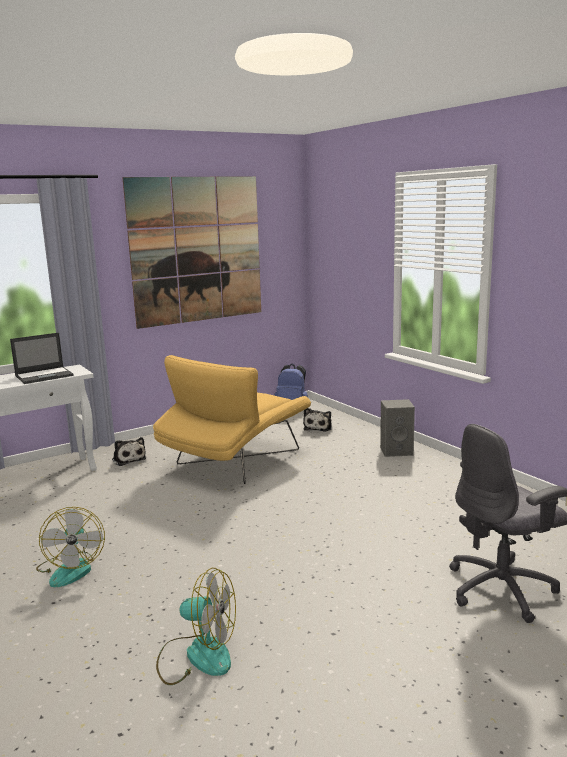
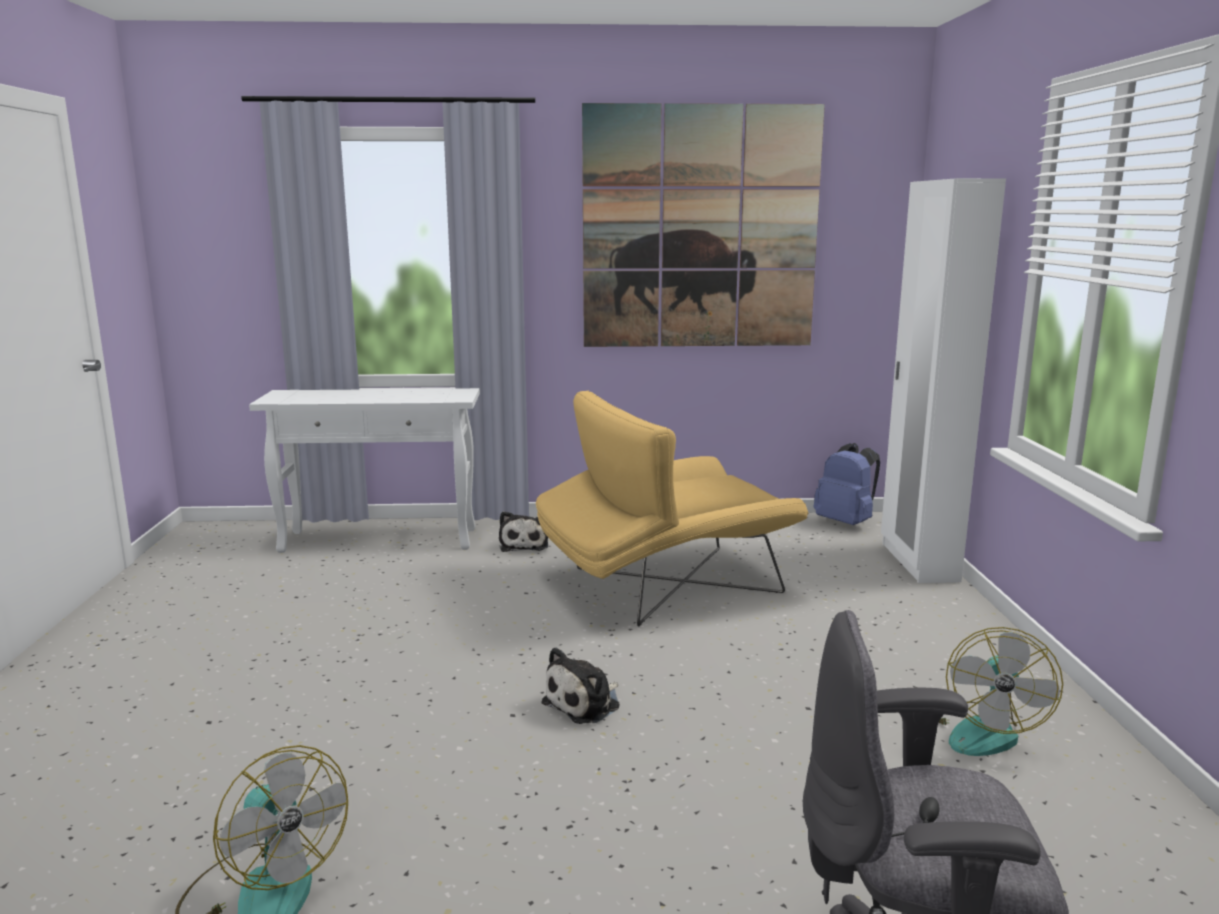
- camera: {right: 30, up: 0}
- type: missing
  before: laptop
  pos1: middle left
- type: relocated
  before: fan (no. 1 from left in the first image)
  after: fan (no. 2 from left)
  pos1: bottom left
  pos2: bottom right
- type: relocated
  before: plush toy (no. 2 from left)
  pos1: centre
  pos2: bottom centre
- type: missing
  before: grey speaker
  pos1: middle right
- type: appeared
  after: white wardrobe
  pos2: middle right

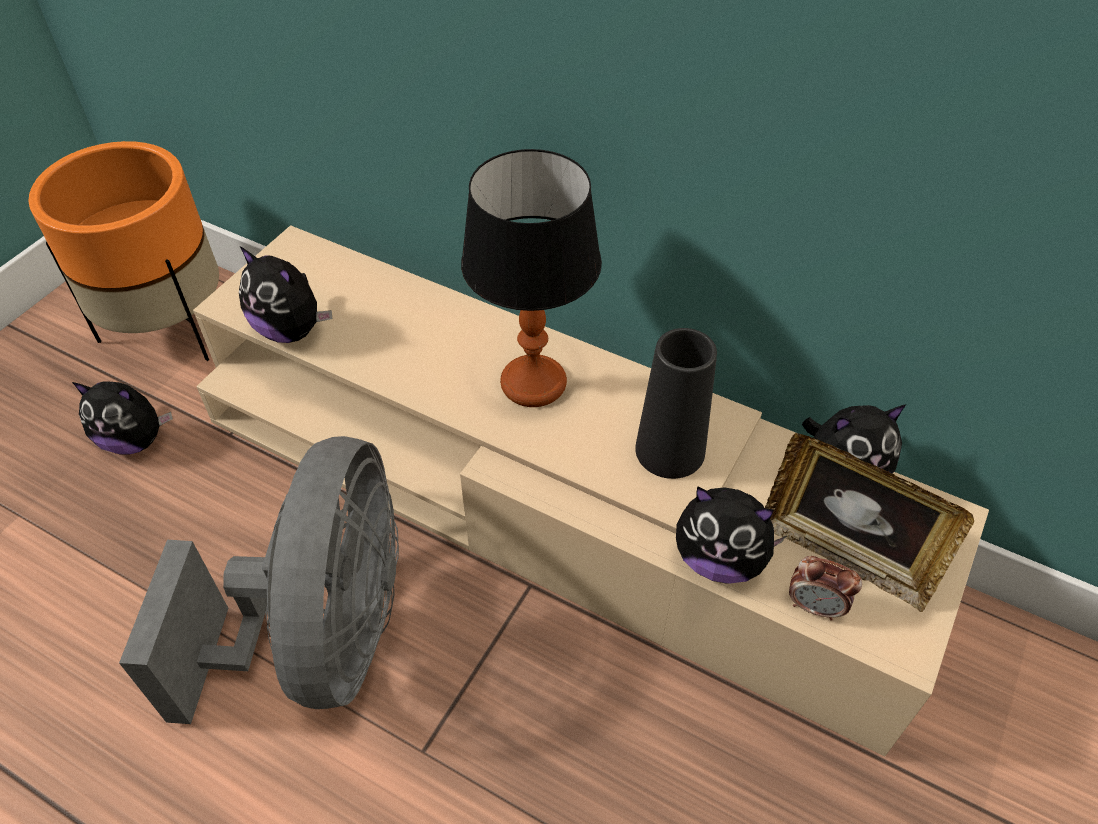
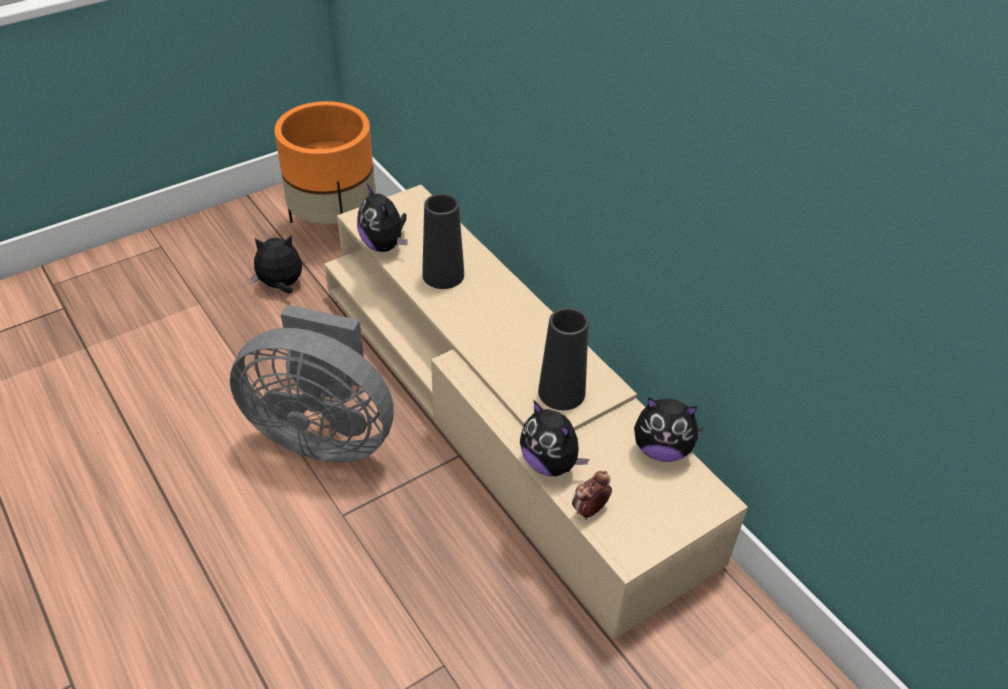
- camera: {right: 25, up: -5}
- type: spun
  before: plush toy (no. 1 from left)
  pos1: middle left
  pos2: middle left
  turn: 135
- type: spun
  before: grey fan
  pos1: bottom left
  pos2: middle left
  turn: 75
- type: missing
  before: table lamp
  pos1: centre
- type: missing
  before: picture frame
  pos1: middle right
- type: spun
  before: alarm clock
  pos1: bottom right
  pos2: bottom centre
  turn: 90
- type: appeared
  after: black vase (no. 1 from left)
  pos2: centre

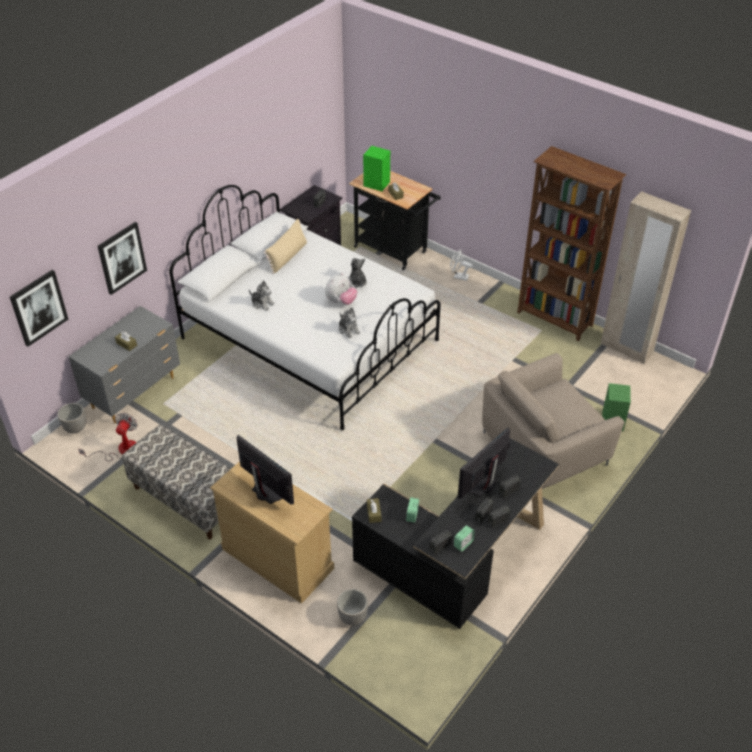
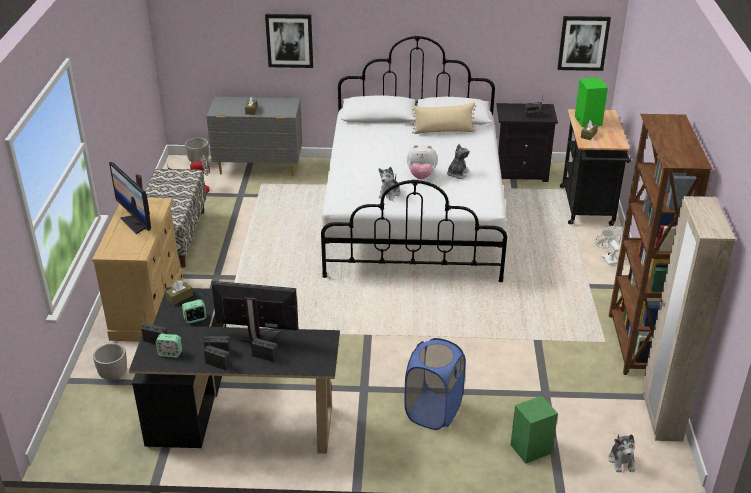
- camera: {right: 55, up: -10}
- type: relocated
  before: picture (no. 1 from left in the first image)
  after: picture (no. 2 from left)
  pos1: middle left
  pos2: top right
- type: spun
  before: monitor (no. 1 from left)
  pos1: centre
  pos2: middle left
  turn: 135
- type: relocated
  before: plush toy (no. 1 from left in the first image)
  after: plush toy (no. 4 from left)
  pos1: centre
  pos2: bottom right
- type: exchanged
  before: beige armchair
  after: blue laundry basket
  pos1: middle right
  pos2: bottom centre

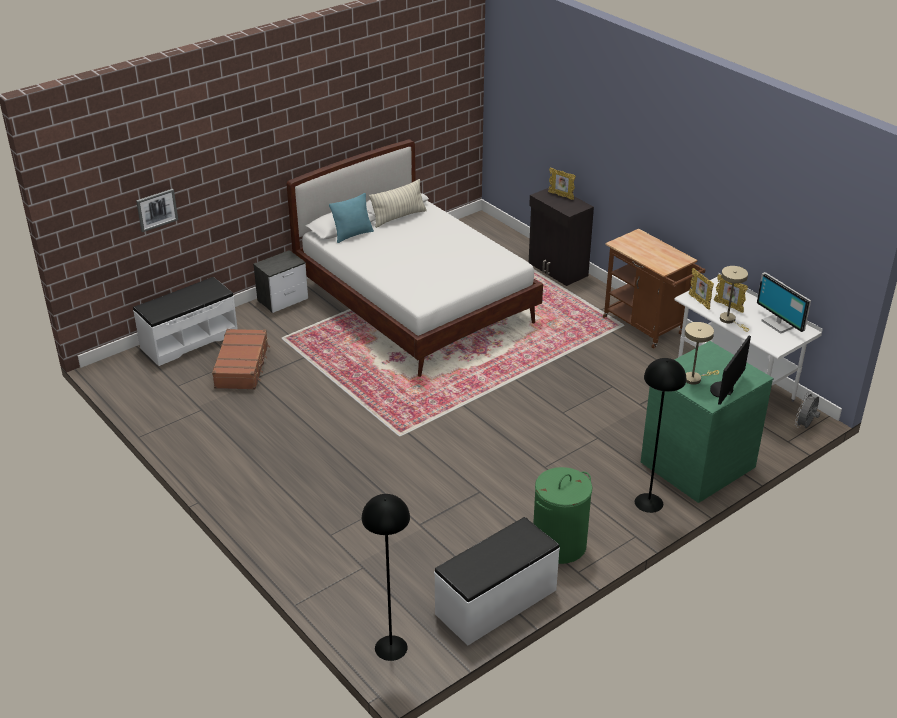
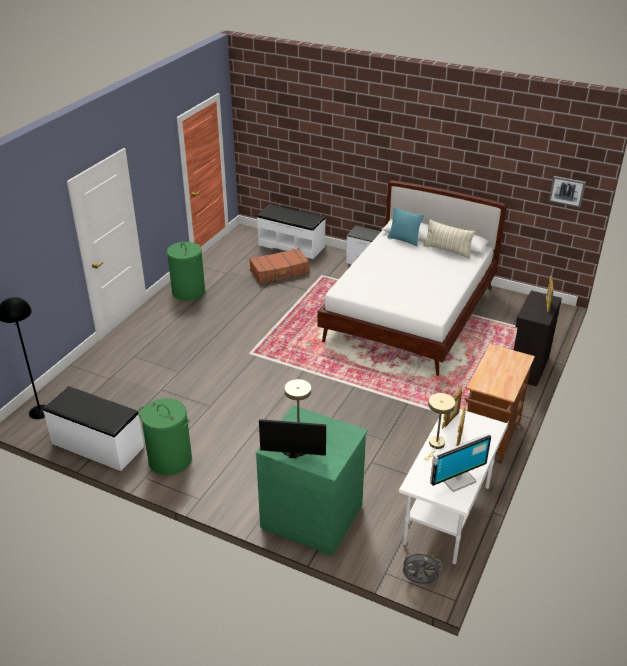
- camera: {right: 65, up: 0}
- type: relocated
  before: picture
  pos1: top left
  pos2: top right
- type: missing
  before: black floor lamp (no. 2 from left)
  pos1: middle right
- type: spun
  before: monitor (no. 2 from left)
  pos1: middle right
  pos2: bottom right
  turn: -150
- type: appeared
  after: green laundry basket (no. 2 from left)
  pos2: middle left

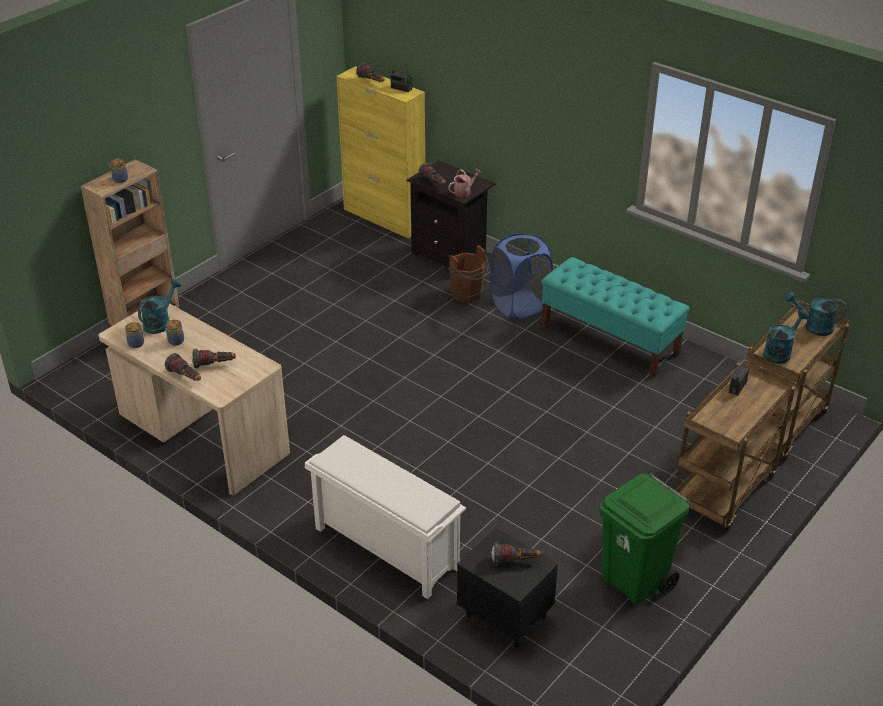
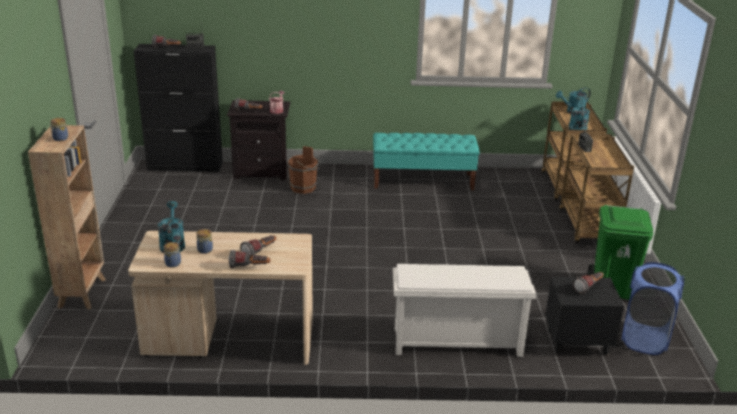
- camera: {right: -40, up: -10}
- type: colour
  before: yellow cabinet
  after: black cabinet
  pos1: top centre
  pos2: top left
- type: relocated
  before: blue laundry basket
  pos1: centre
  pos2: bottom right

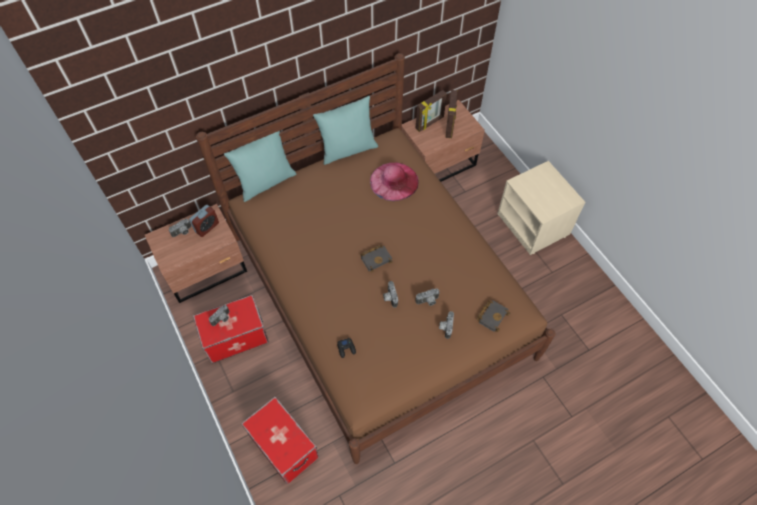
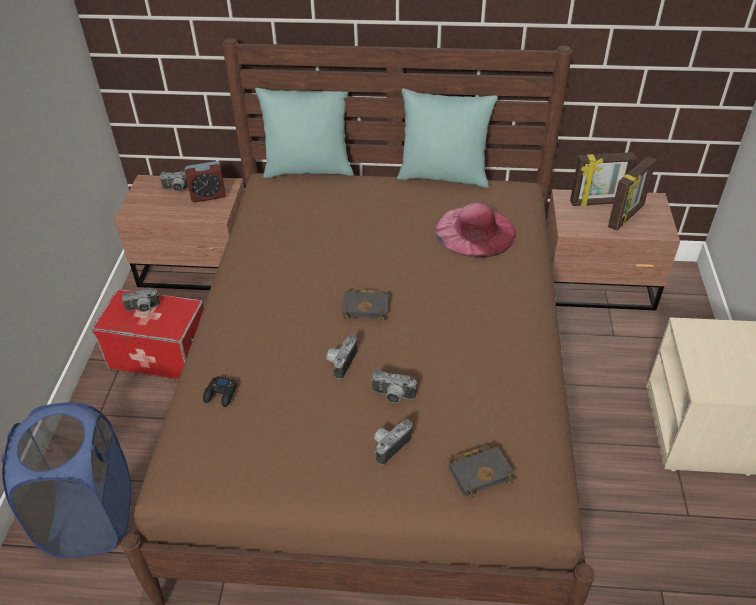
- camera: {right: 35, up: -15}
- type: exchanged
  before: storage box (no. 2 from left)
  after: blue laundry basket
  pos1: bottom centre
  pos2: bottom left

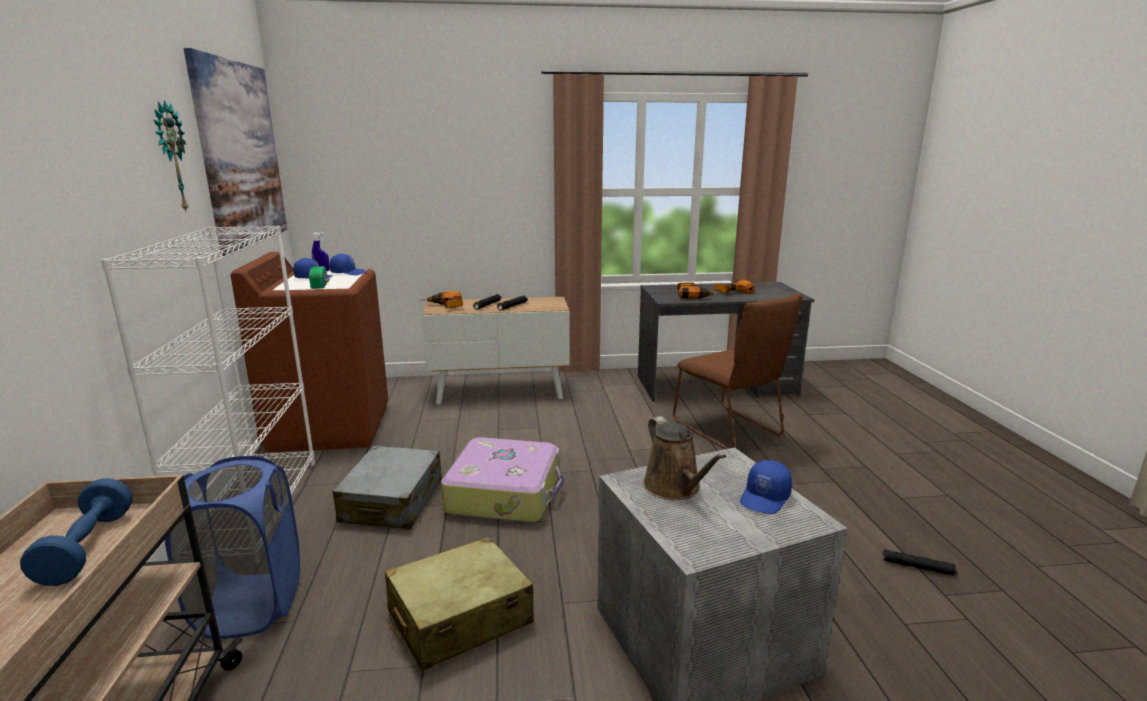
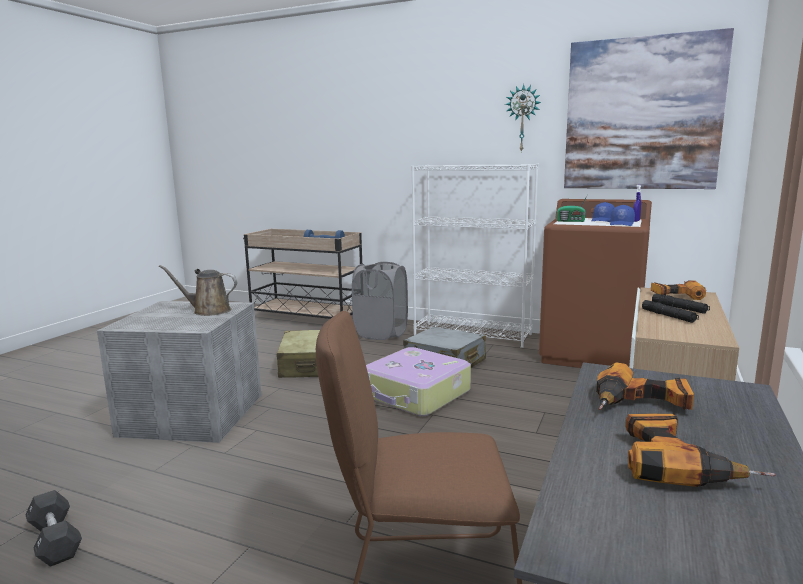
- camera: {right: 120, up: -5}
- type: colour
  before: blue laundry basket
  after: grey laundry basket
  pos1: bottom left
  pos2: centre
- type: missing
  before: blue cap (no. 3 from left)
  pos1: bottom right
- type: exchanged
  before: black flashlight (no. 3 from left)
  after: black dumbbell
  pos1: bottom right
  pos2: bottom left

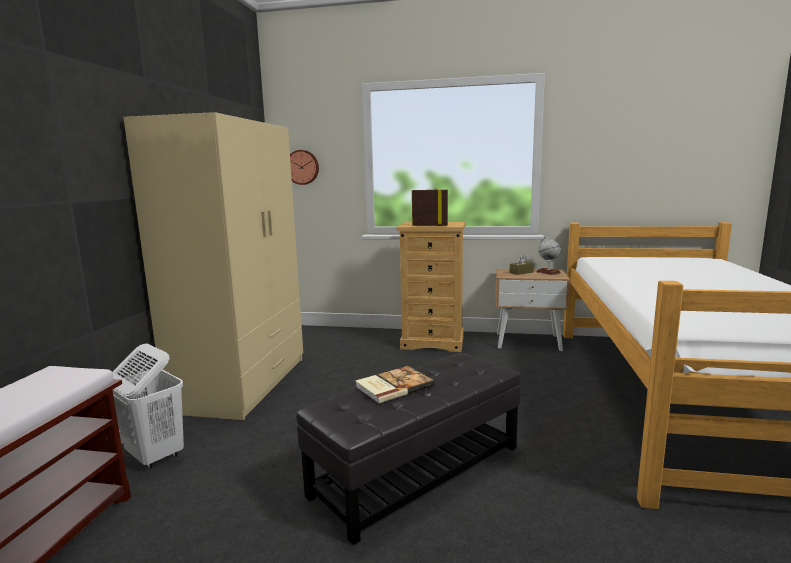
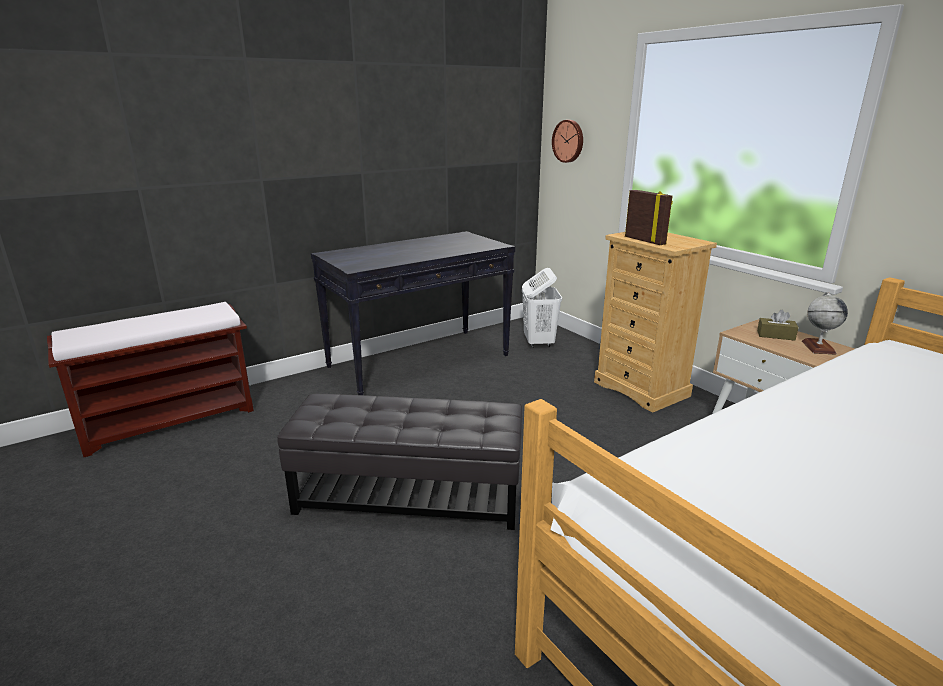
- camera: {right: 45, up: 10}
- type: relocated
  before: white laundry basket
  pos1: bottom left
  pos2: centre
- type: exchanged
  before: beige wardrobe
  after: black console table
  pos1: middle left
  pos2: centre
- type: missing
  before: book
  pos1: bottom centre

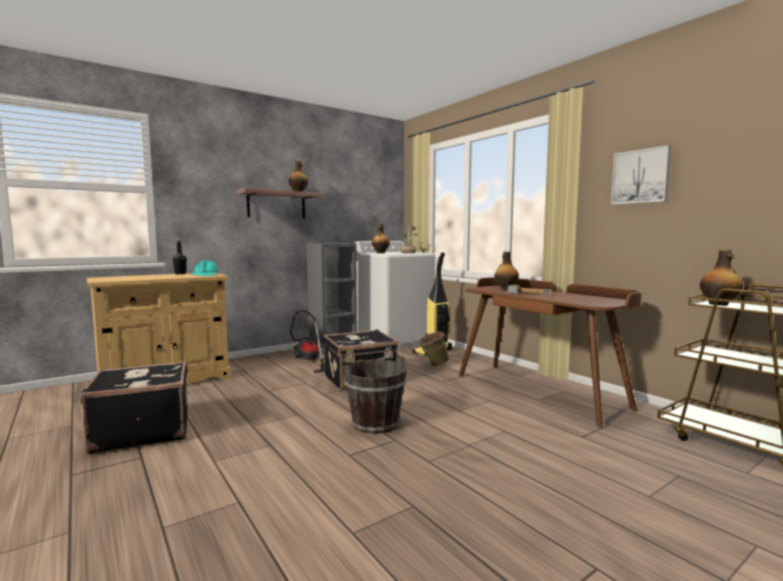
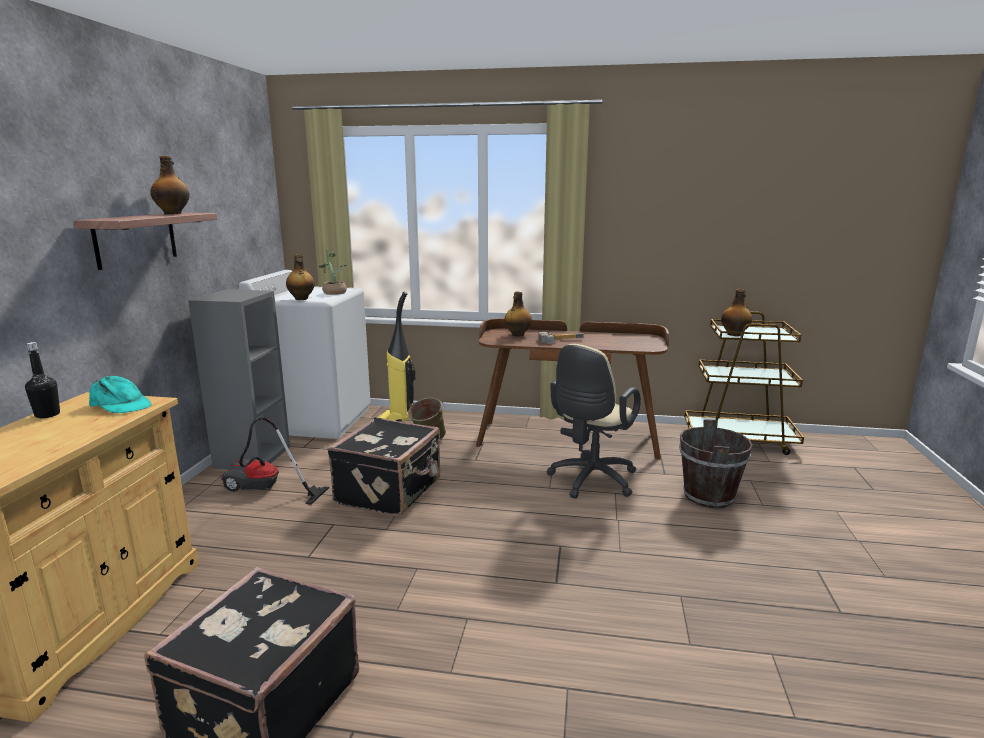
- camera: {right: -45, up: 10}
- type: relocated
  before: brown bucket
  pos1: bottom centre
  pos2: middle right
- type: missing
  before: picture
  pos1: top right
- type: appeared
  after: beige office chair
  pos2: centre

